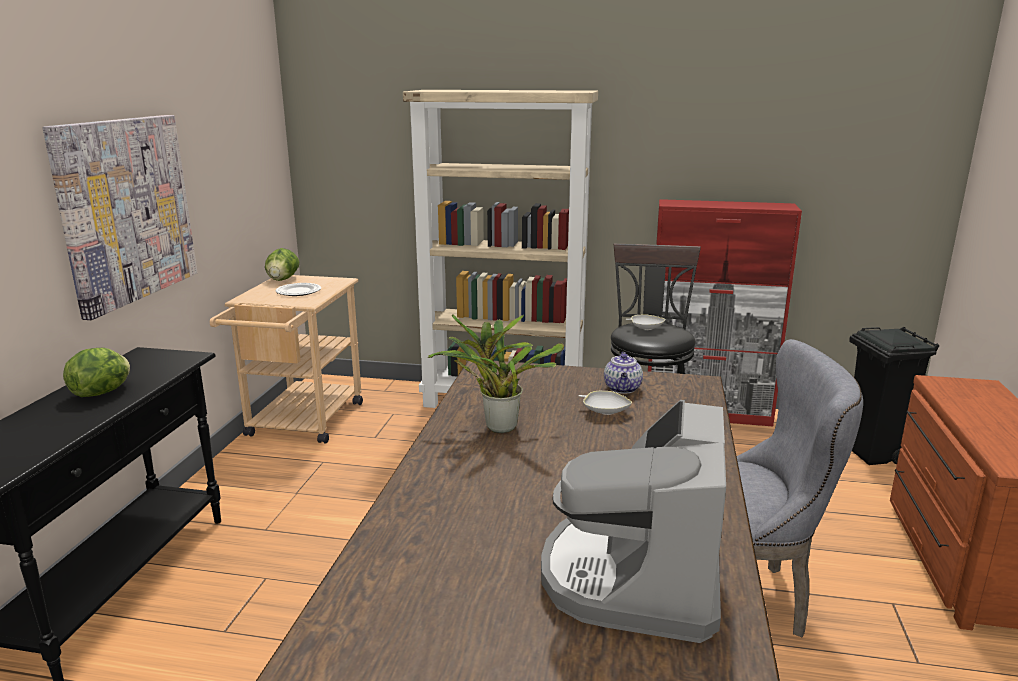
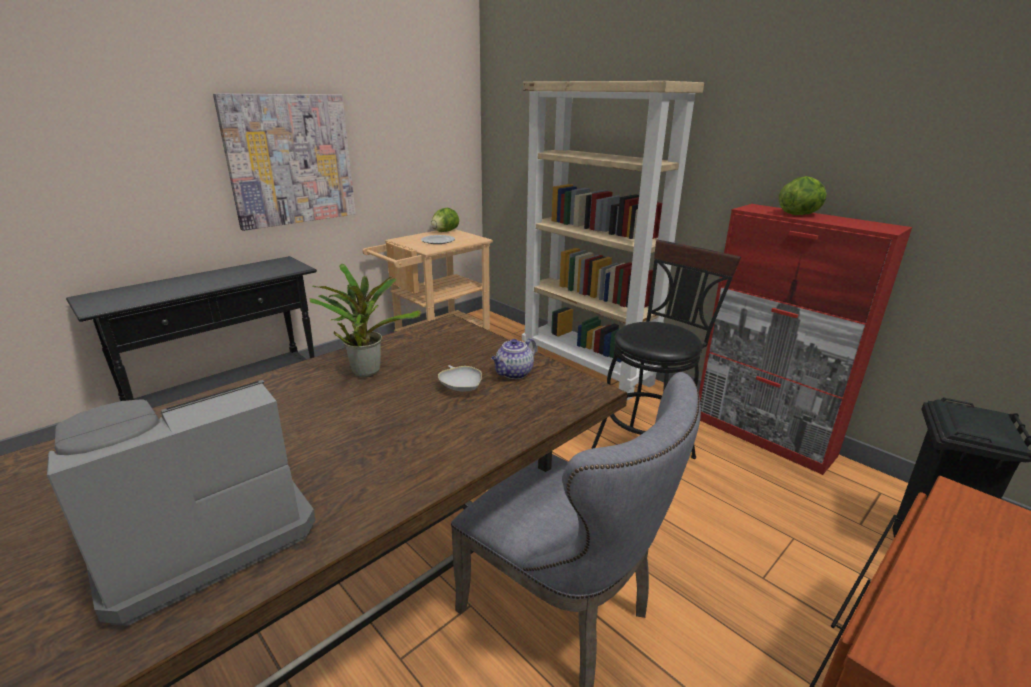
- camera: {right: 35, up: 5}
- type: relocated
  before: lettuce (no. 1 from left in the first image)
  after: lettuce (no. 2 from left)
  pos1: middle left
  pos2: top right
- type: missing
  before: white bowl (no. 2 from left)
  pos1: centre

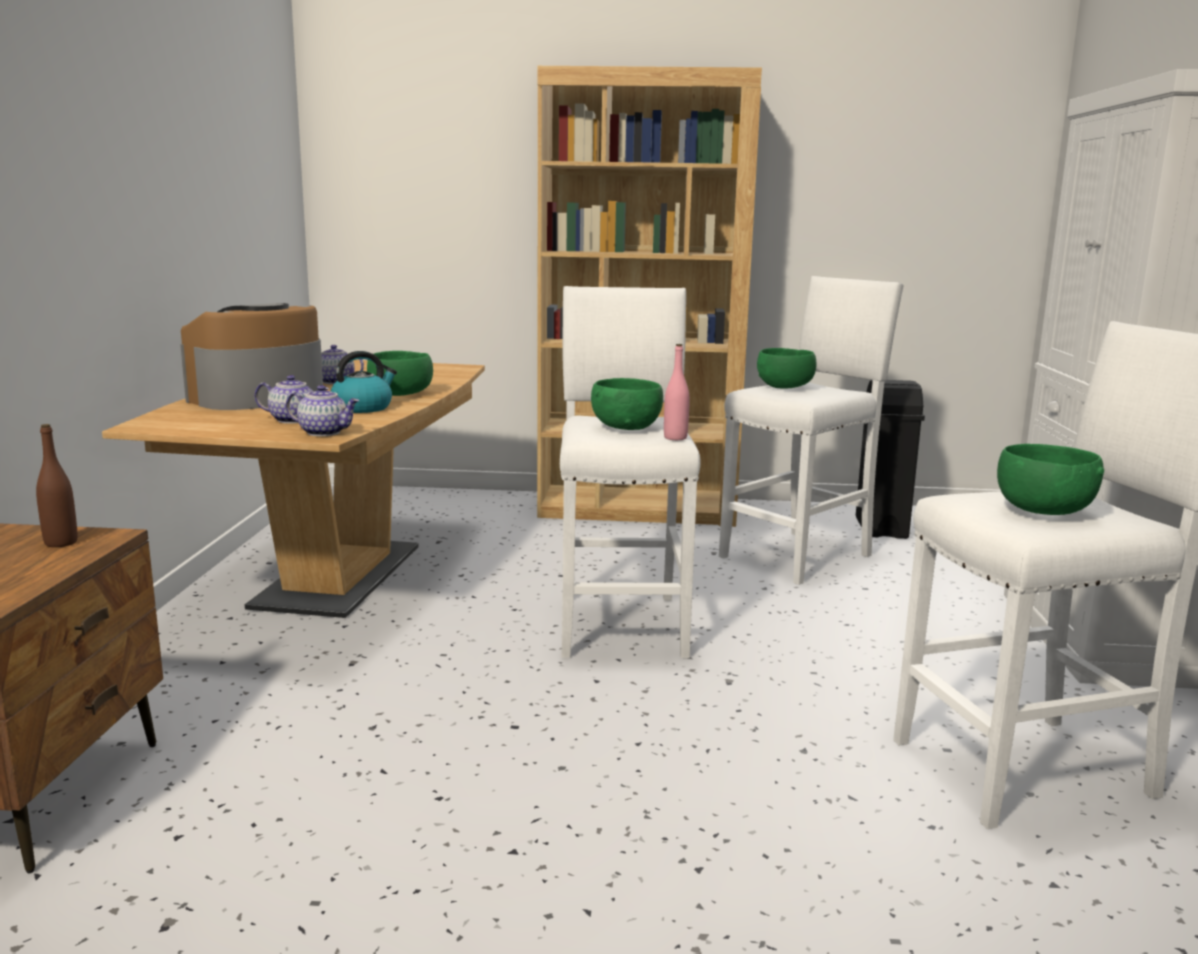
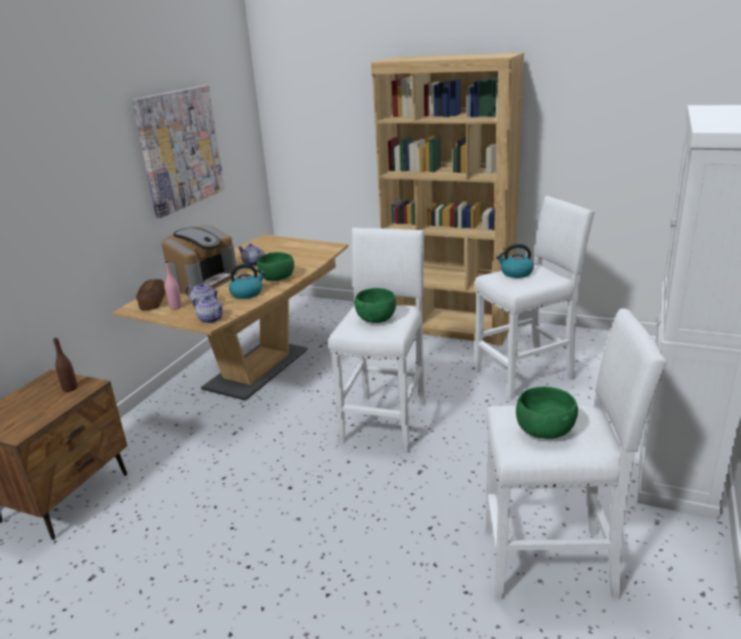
- camera: {right: 20, up: 10}
- type: spun
  before: coffee machine
  pos1: middle left
  pos2: middle left
  turn: 150
- type: relocated
  before: pink bottle
  pos1: centre
  pos2: middle left
- type: exchanged
  before: green bowl (no. 3 from left)
  after: kettle (no. 2 from left)
  pos1: centre
  pos2: middle right
- type: missing
  before: black trash can
  pos1: middle right
- type: appeared
  after: picture
  pos2: top left
- type: appeared
  after: bread
  pos2: middle left

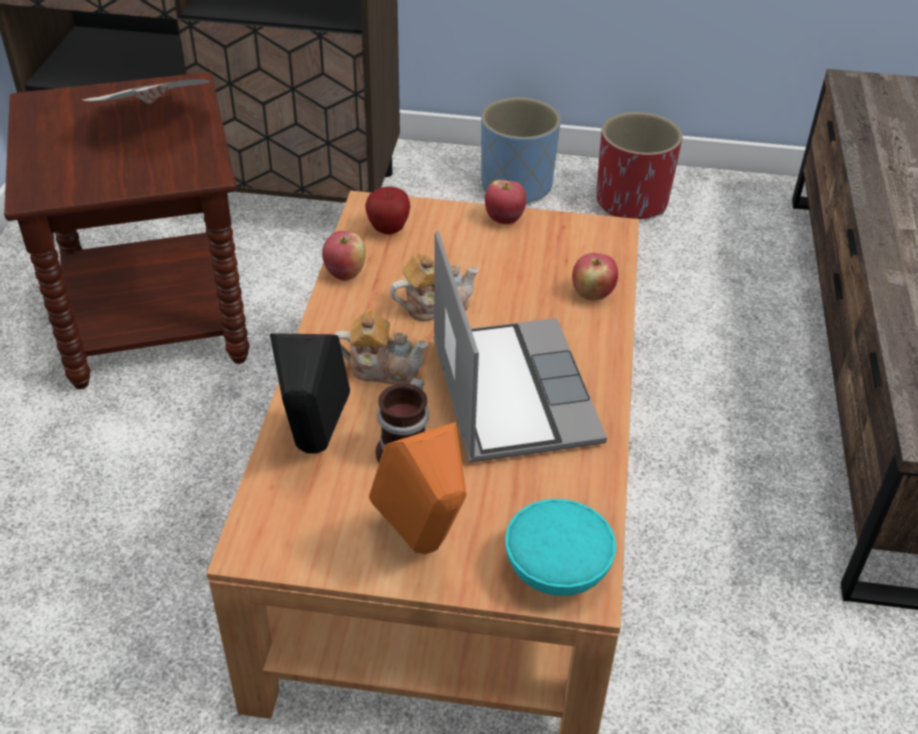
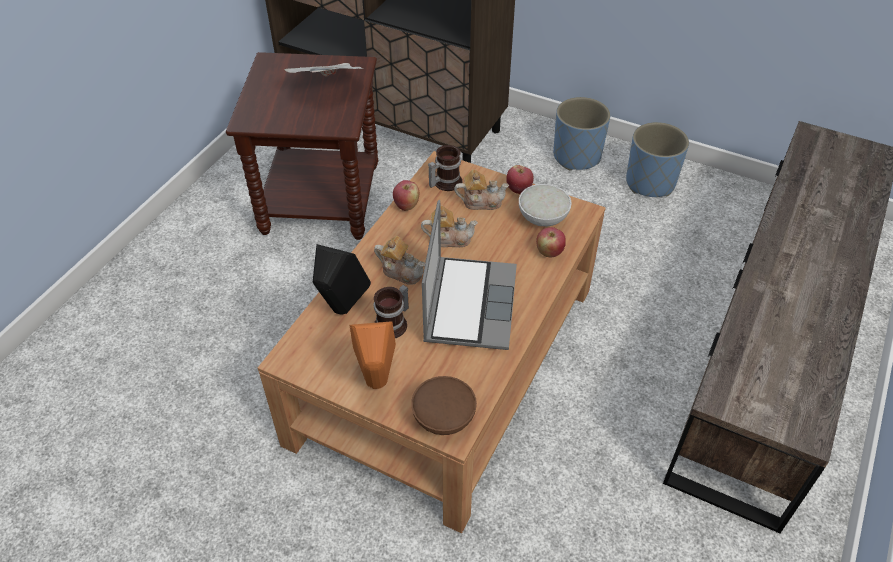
- camera: {right: 20, up: 5}
- type: exchanged
  before: apple (no. 2 from left)
  after: mug (no. 2 from left)
  pos1: top centre
  pos2: top centre
- type: colour
  before: turquoise bowl
  after: brown bowl
  pos1: bottom centre
  pos2: bottom centre
- type: colour
  before: red planter
  after: blue planter (no. 2 from left)
  pos1: top right
  pos2: top right
- type: appeared
  after: teapot (no. 3 from left)
  pos2: centre
- type: appeared
  after: white bowl
  pos2: centre

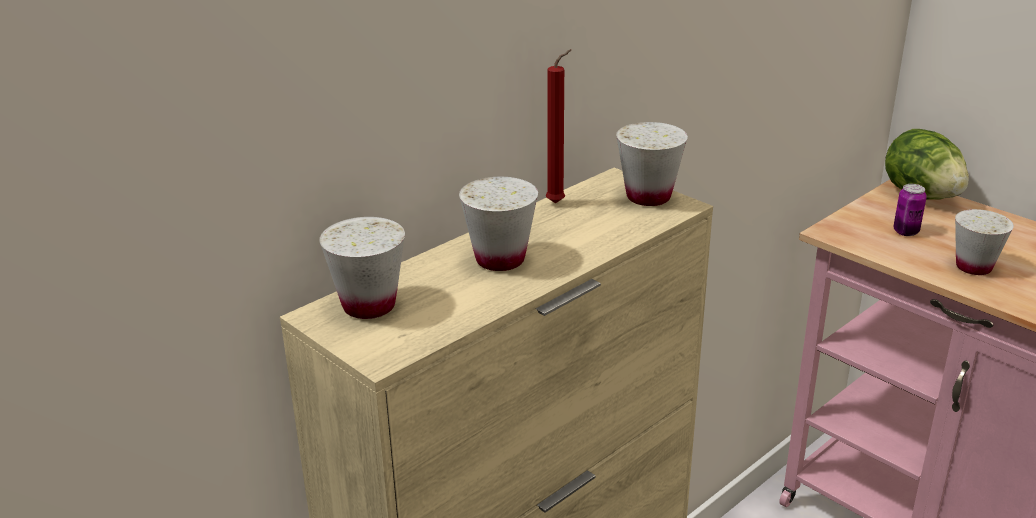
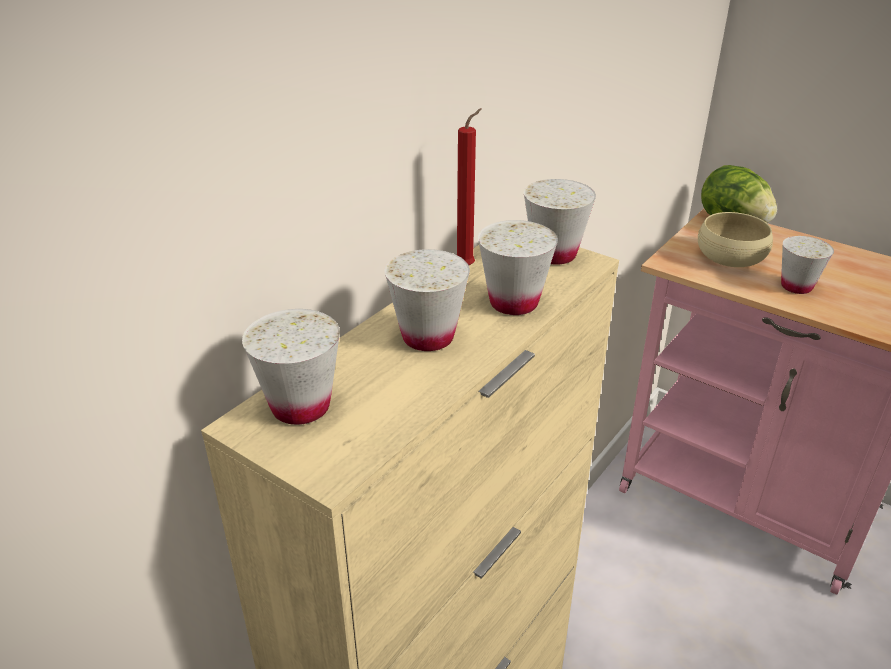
- camera: {right: -10, up: 5}
- type: exchanged
  before: can
  after: beige bowl
  pos1: middle right
  pos2: middle right
- type: appeared
  after: white cup (no. 3 from left)
  pos2: centre

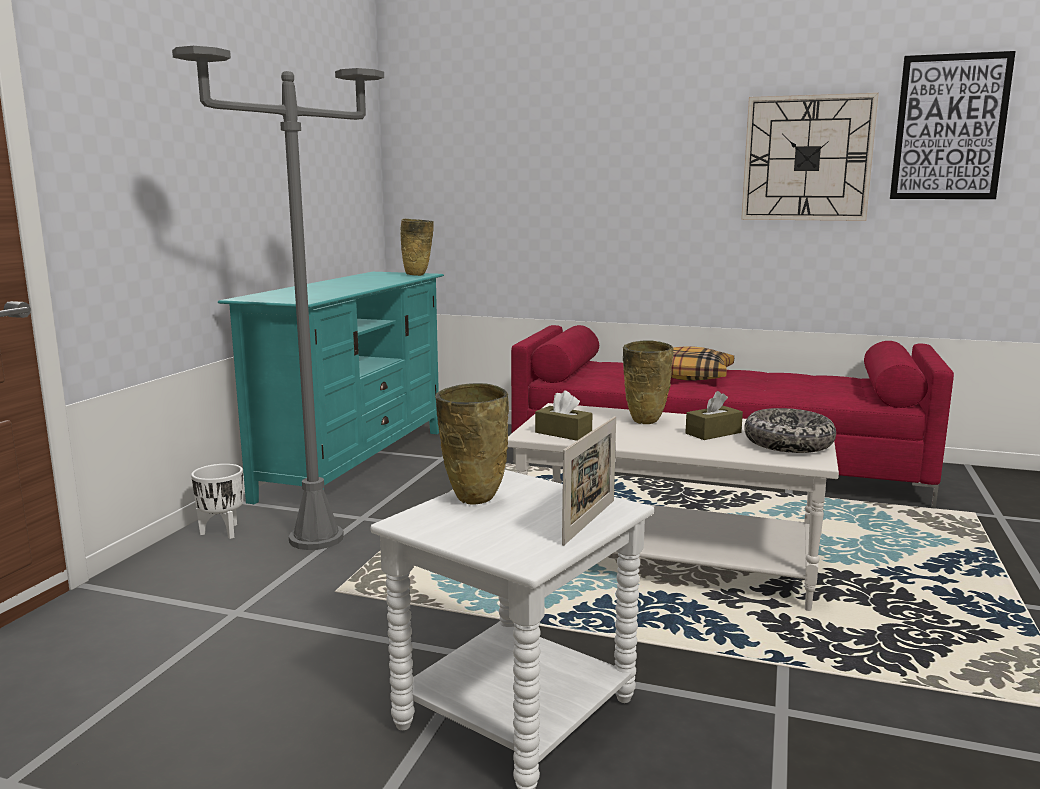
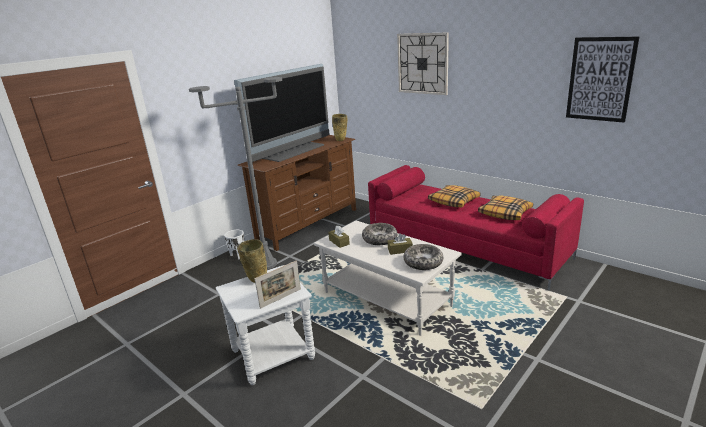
- camera: {right: 25, up: 10}
- type: colour
  before: turquoise tv stand
  after: brown tv stand
  pos1: middle left
  pos2: centre
- type: exchanged
  before: beige vase (no. 3 from left)
  after: bowl (no. 1 from left)
  pos1: centre
  pos2: centre
- type: relocated
  before: wall clock
  pos1: top right
  pos2: top centre
- type: appeared
  after: television
  pos2: top centre
- type: appeared
  after: pillow (no. 2 from left)
  pos2: middle right

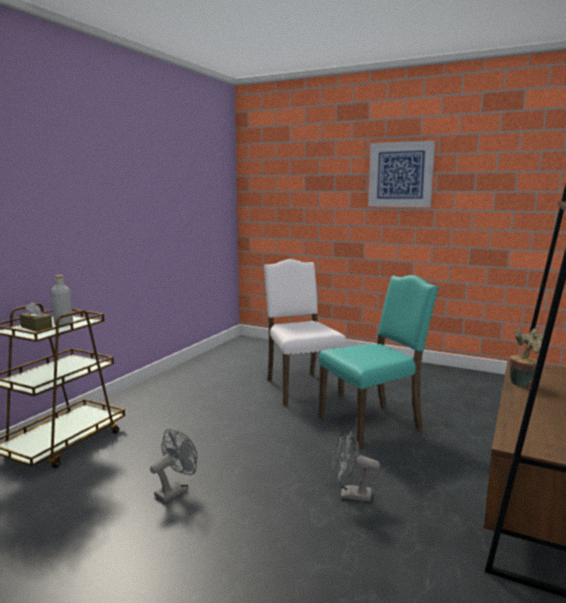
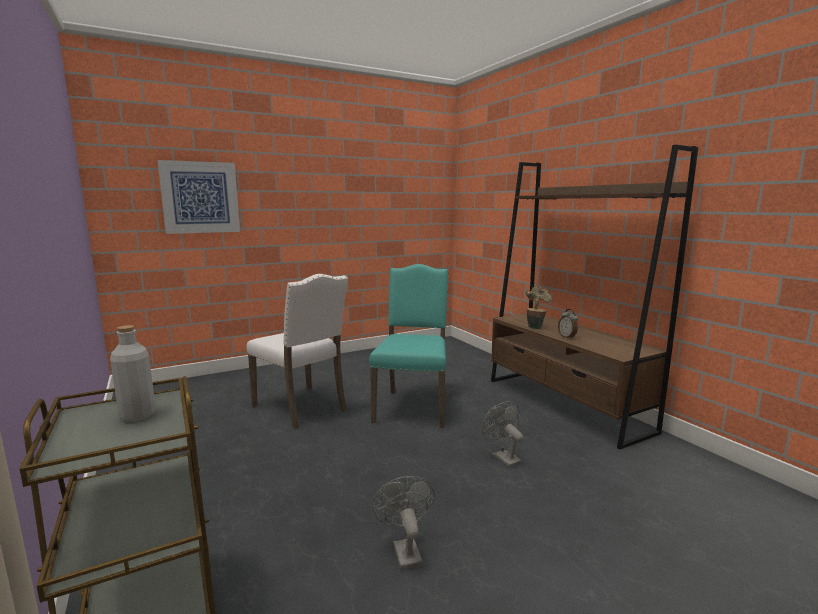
- camera: {right: -55, up: 0}
- type: missing
  before: brown tissue box
  pos1: middle left
- type: spun
  before: white chair
  pos1: centre
  pos2: centre
  turn: -150
- type: spun
  before: grey fan (no. 2 from left)
  pos1: bottom centre
  pos2: bottom centre
  turn: 105
- type: relocated
  before: picture
  pos1: top right
  pos2: top left
- type: appeared
  after: alarm clock
  pos2: middle right

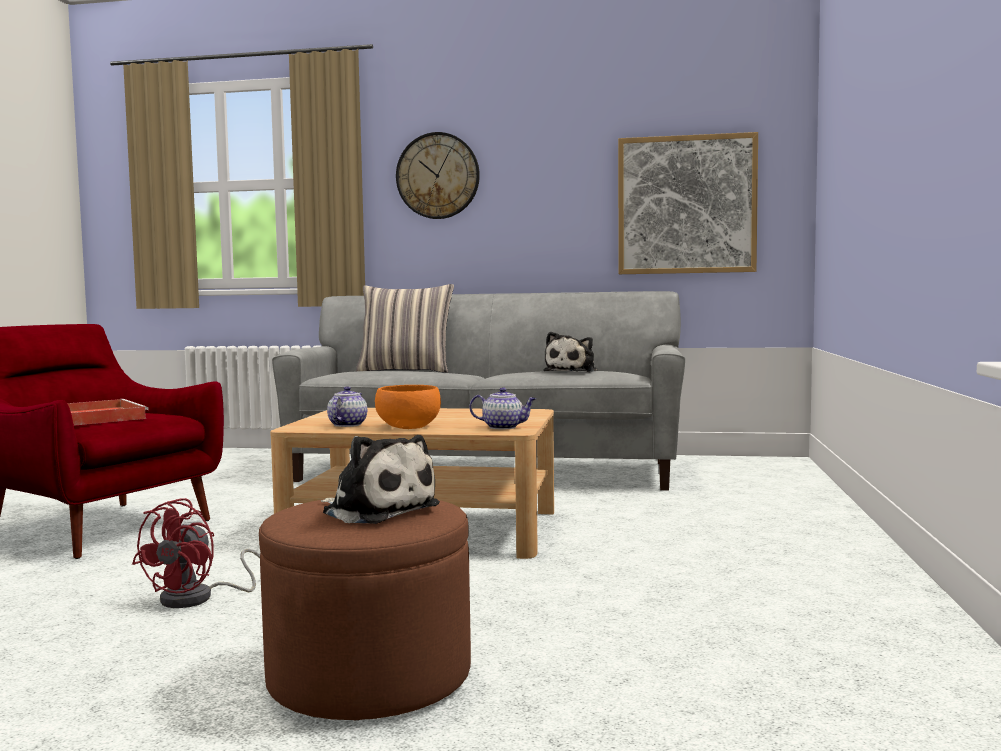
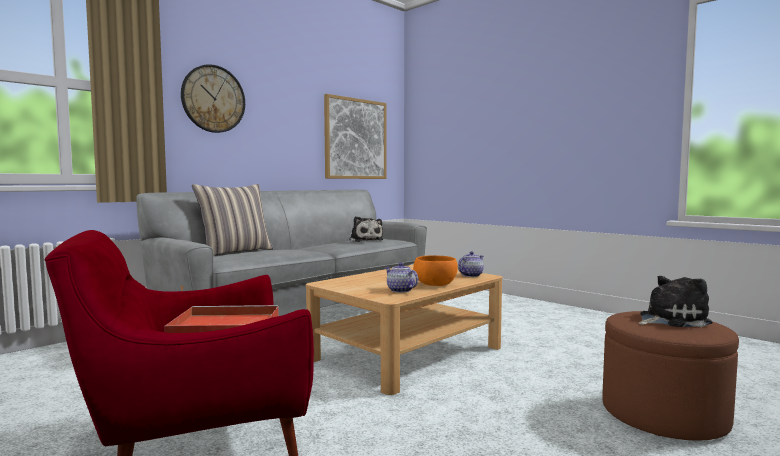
- camera: {right: -55, up: 0}
- type: missing
  before: red fan
  pos1: bottom left

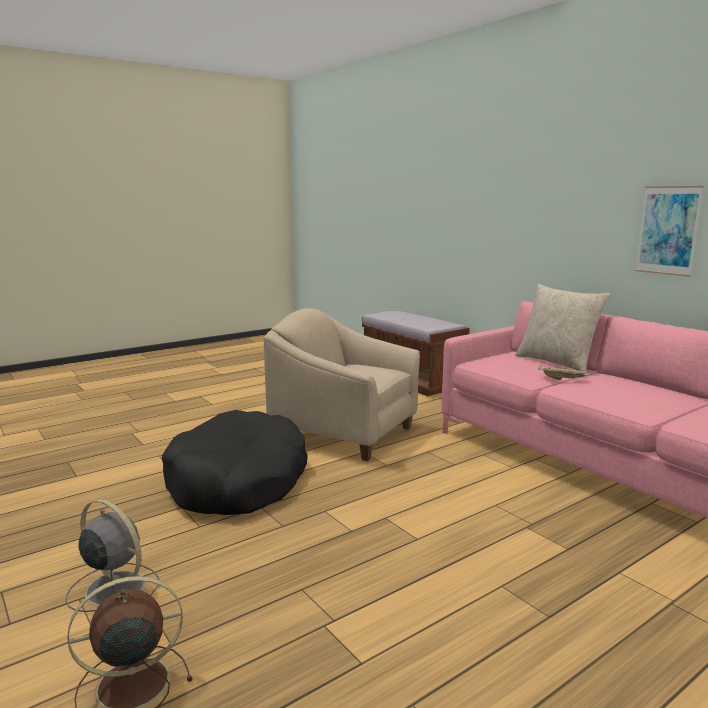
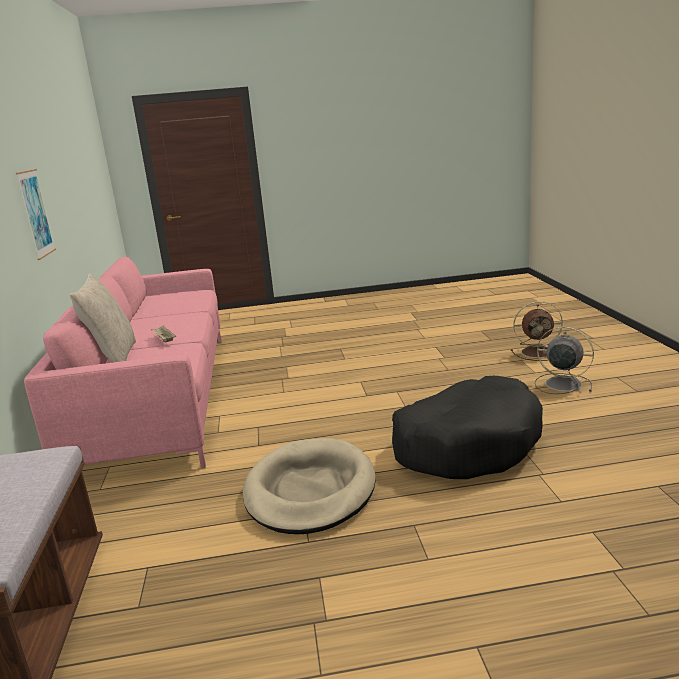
- camera: {right: -150, up: 5}
- type: spun
  before: grey fan
  pos1: bottom left
  pos2: middle right
  turn: 150
- type: exchanged
  before: beige armchair
  after: beige dog bed
  pos1: centre
  pos2: bottom centre

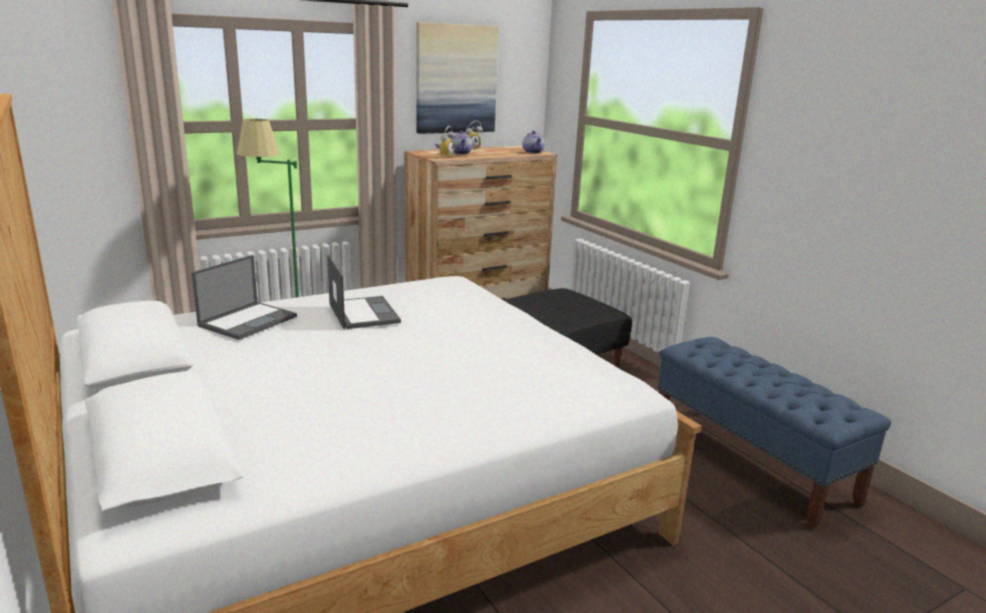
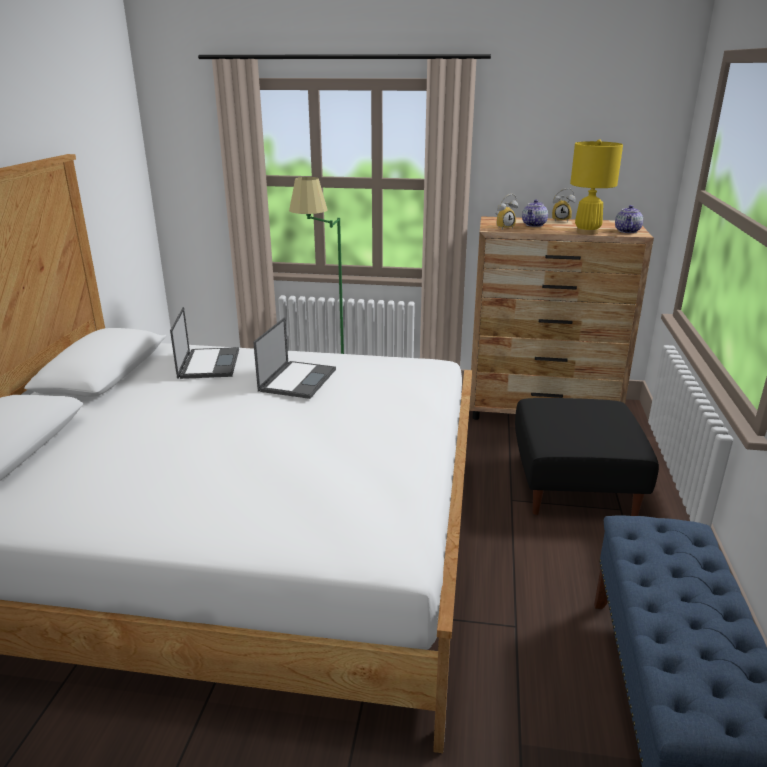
- camera: {right: 40, up: 5}
- type: spun
  before: laptop (no. 1 from left)
  pos1: middle left
  pos2: middle left
  turn: -75
- type: missing
  before: picture
  pos1: top centre
- type: appeared
  after: yellow table lamp
  pos2: top right

